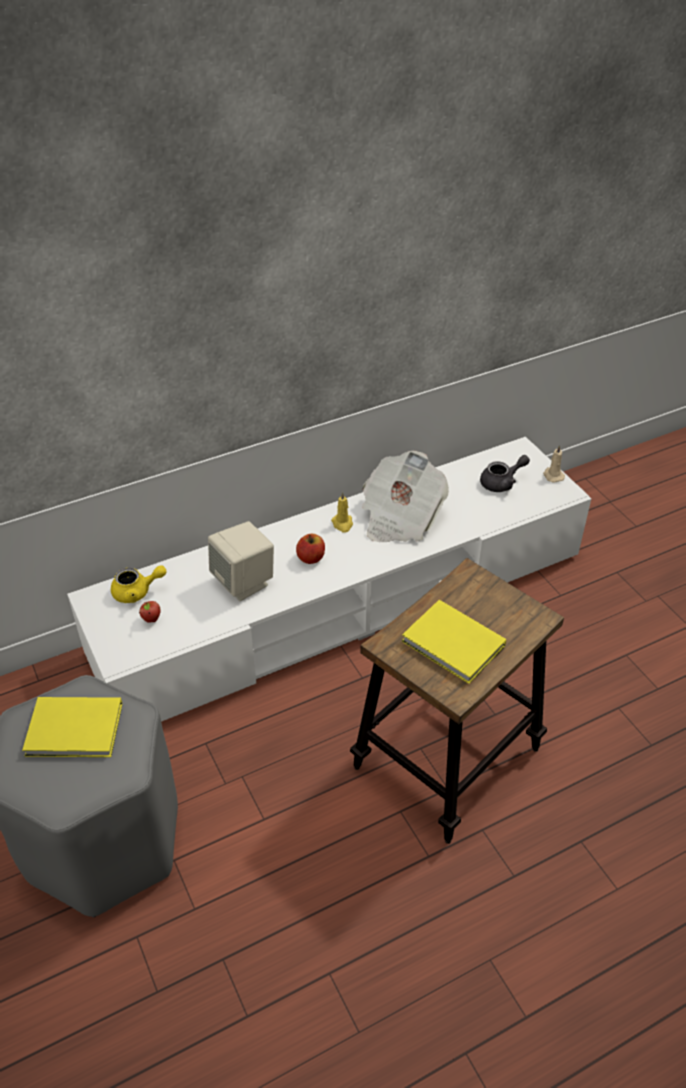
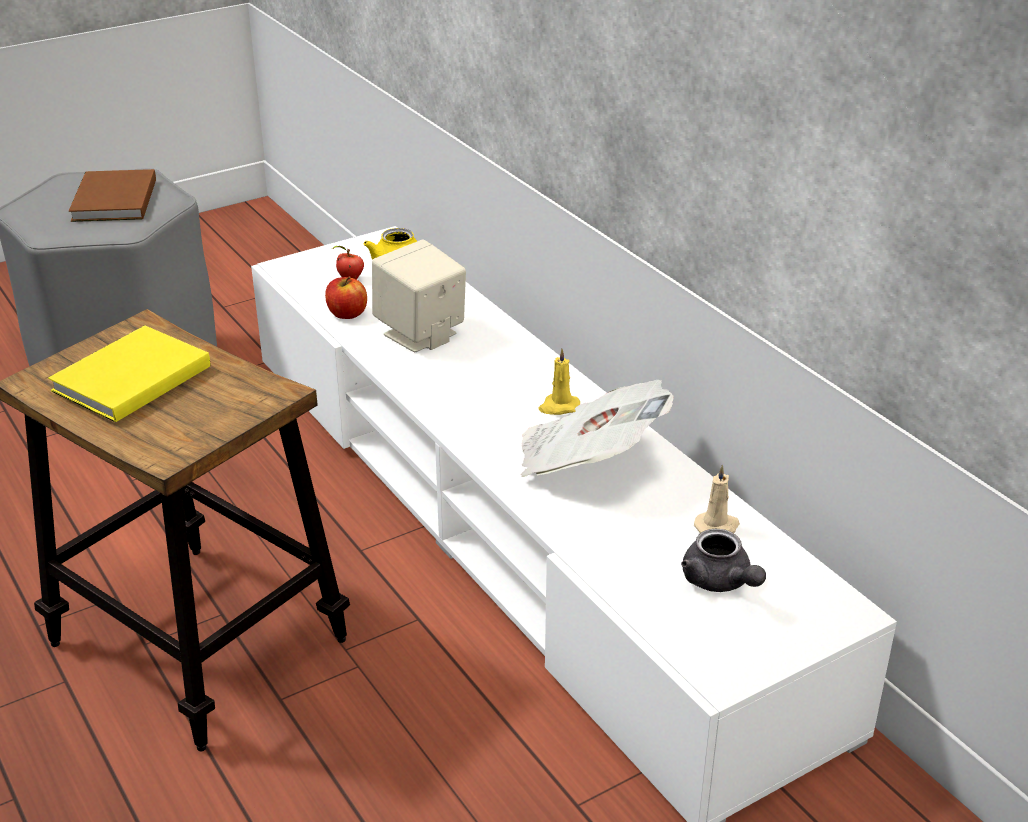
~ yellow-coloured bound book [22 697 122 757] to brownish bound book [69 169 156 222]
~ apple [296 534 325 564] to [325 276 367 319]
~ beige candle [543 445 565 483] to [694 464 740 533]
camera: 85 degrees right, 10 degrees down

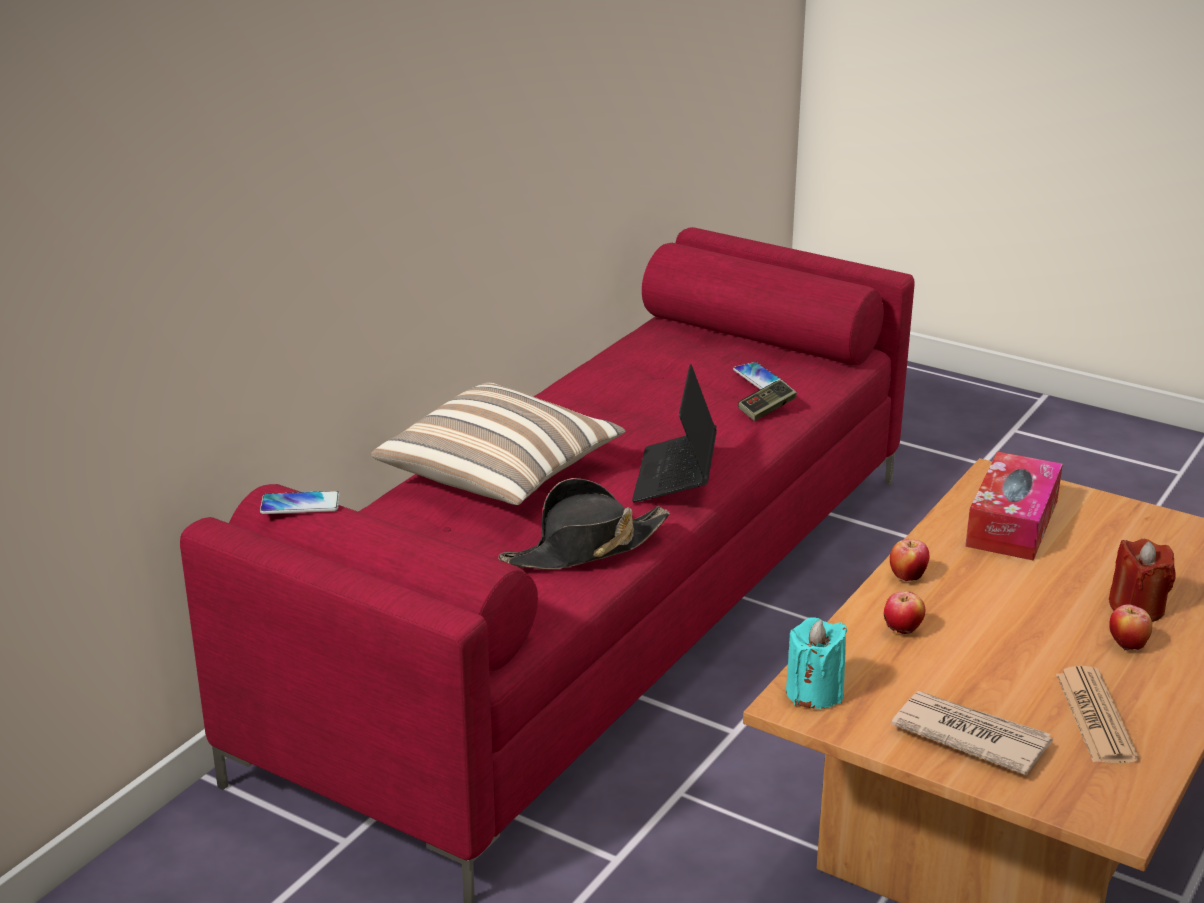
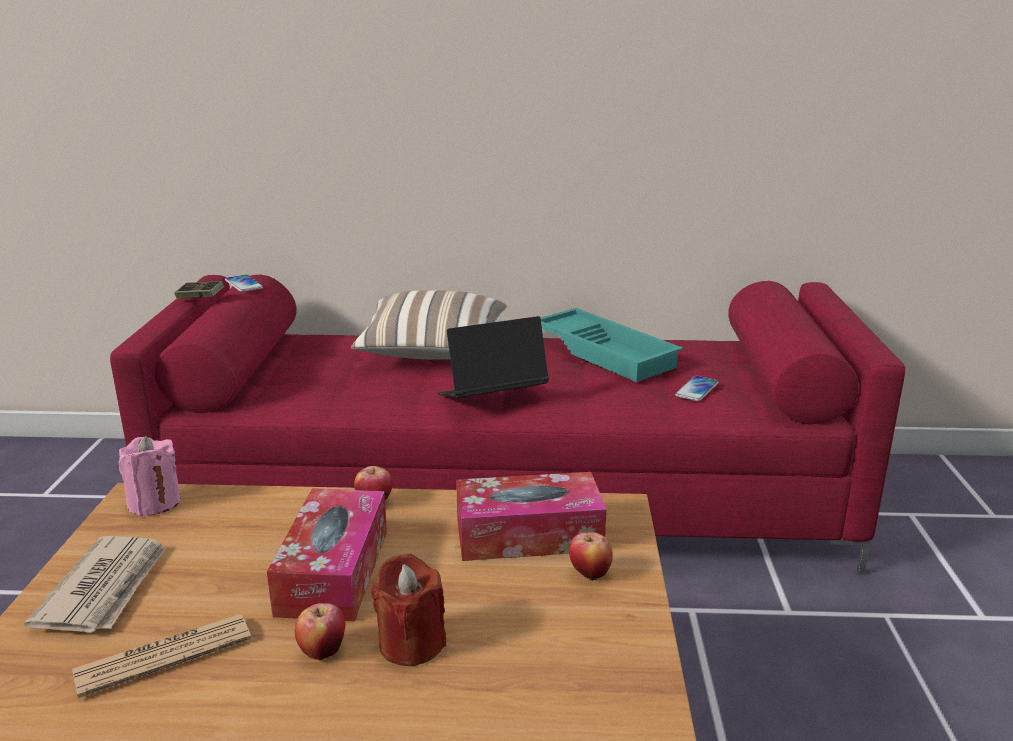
- black clothing hat [498 478 670 569]
~ joypad [738 380 797 421] to [174 281 224 298]
~ turquoise-coloured candle [786 617 847 709] to pinkish candle [119 436 181 516]
~ apple [884 591 925 634] to [569 532 613 580]
+ tissue holder [267 488 387 621]
+ turquoise-coloured carrying tray [540 308 683 382]
camera: 60 degrees right, 5 degrees down

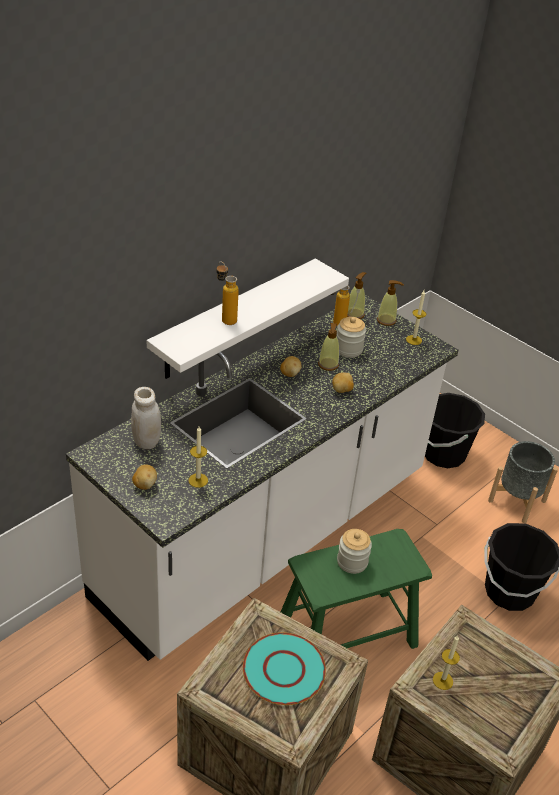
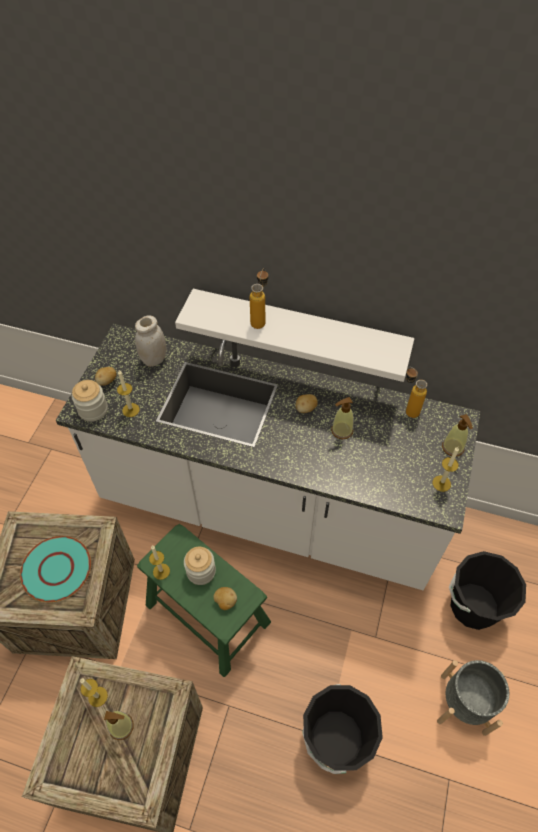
~ potato [332 372 354 393] to [214 587 237 610]
~ jar [337 317 366 358] to [72 380 108 422]
~ soap bottle [347 272 366 319] to [104 711 134 740]
+ candle [149 546 170 580]
camera: 65 degrees right, 15 degrees up

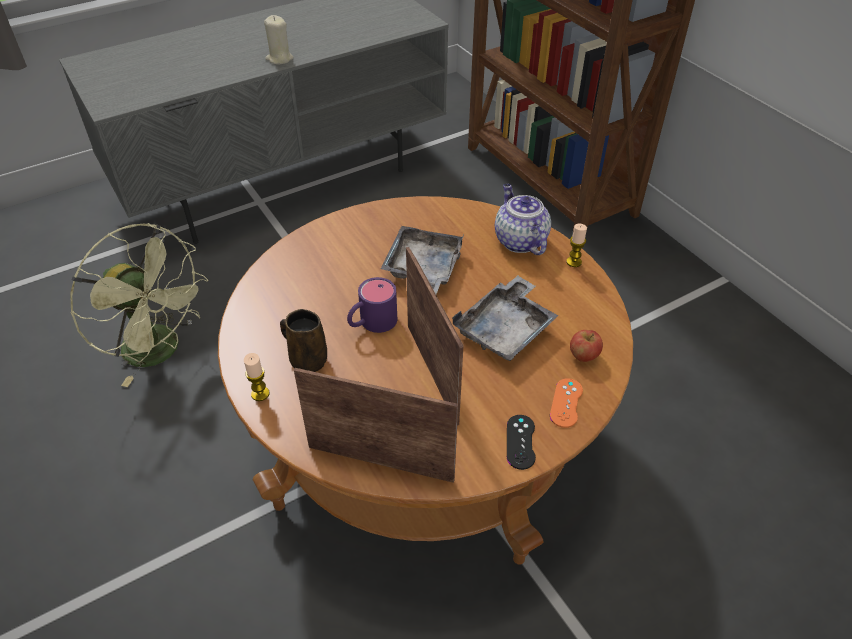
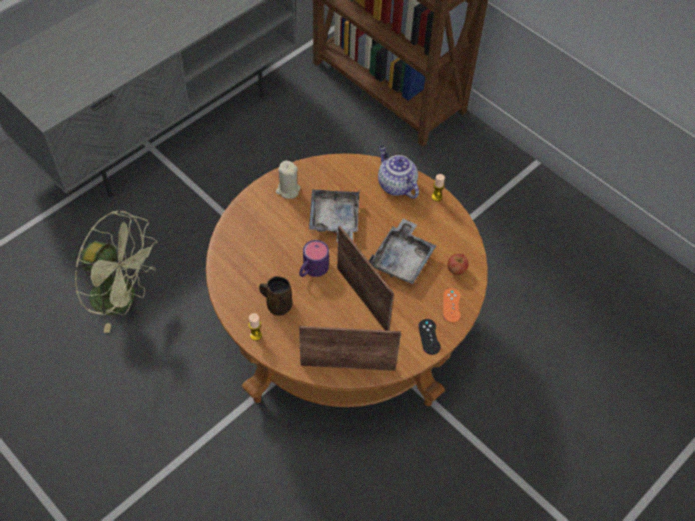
~ beige candle [264 15 294 64] to [276 160 301 199]
camera: 15 degrees left, 10 degrees up

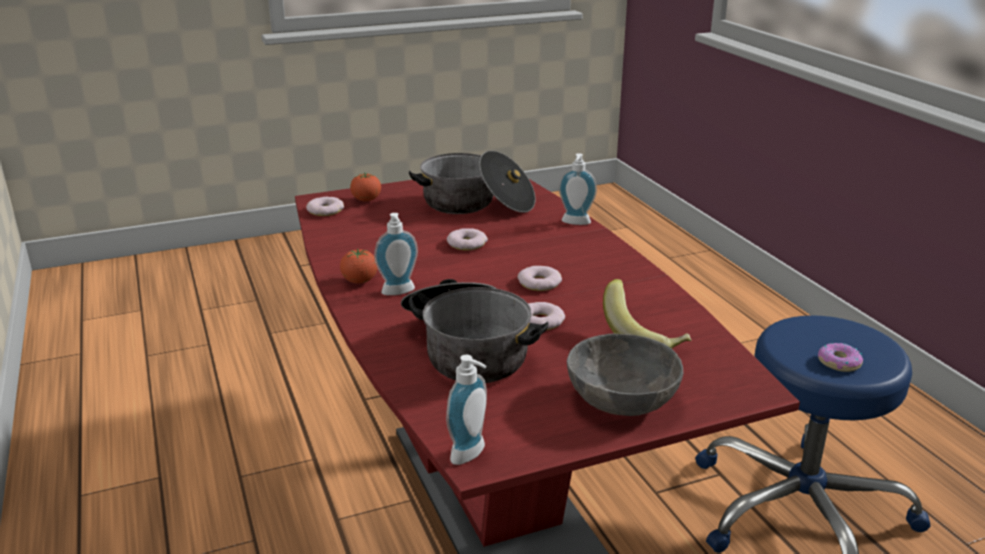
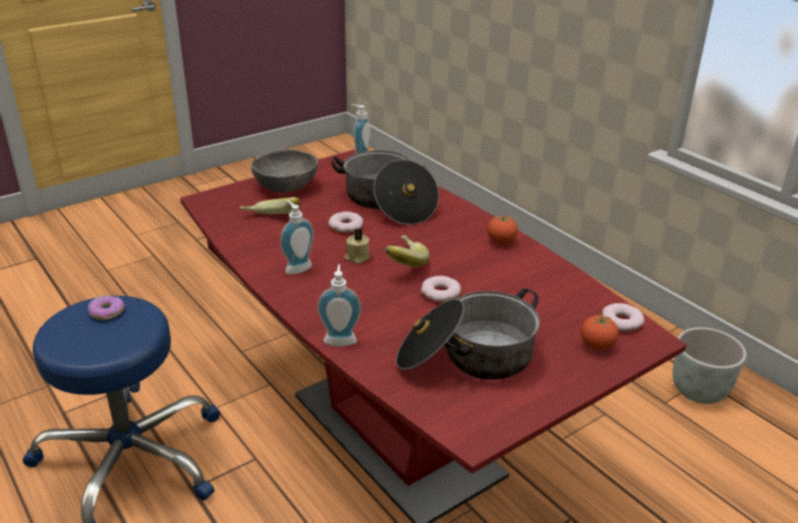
~ soap bottle [374 213 418 295] to [280 201 314 275]
~ donut [518 266 562 291] to beige candle [344 229 370 264]
+ whole banana [385 235 430 267]
+ gray planter [673 327 746 404]
camera: 165 degrees right, 5 degrees up

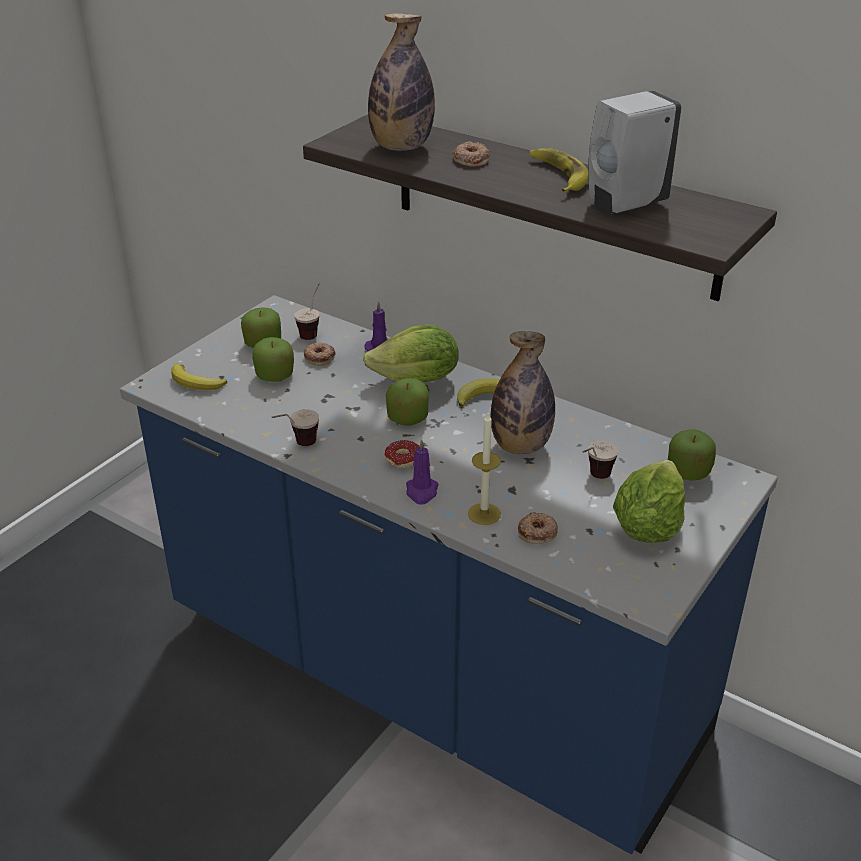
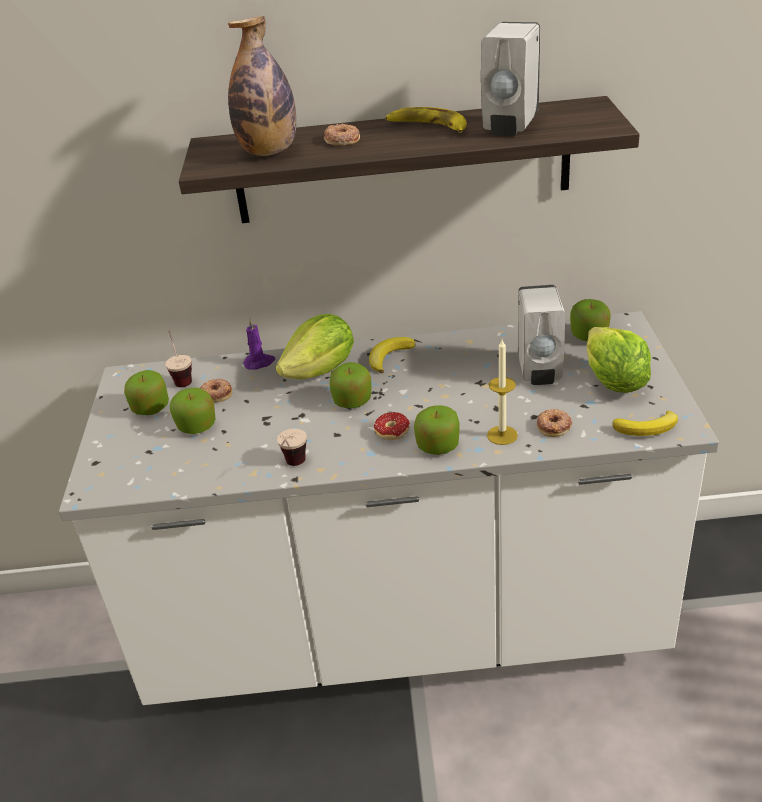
~ blue kitchen base unit [120 295 778 854] to white kitchen base unit [59 311 719 705]
~ whole banana [171 364 227 390] to [613 411 678 436]
~ purple candle [406 439 439 505] to apple [414 405 459 455]
- drink bottle [491 331 555 454]
~ small cup [583 440 619 479] to white soap bottle [518 285 565 385]
camera: 35 degrees left, 0 degrees up

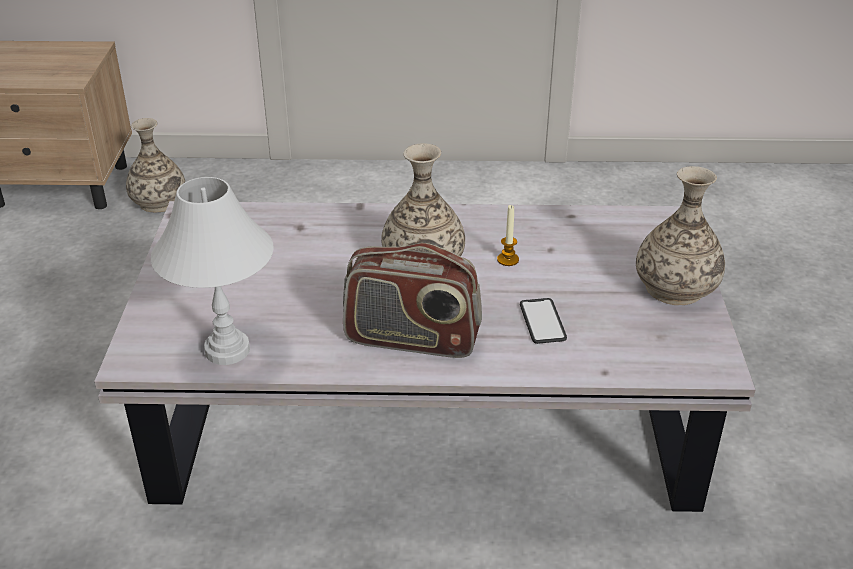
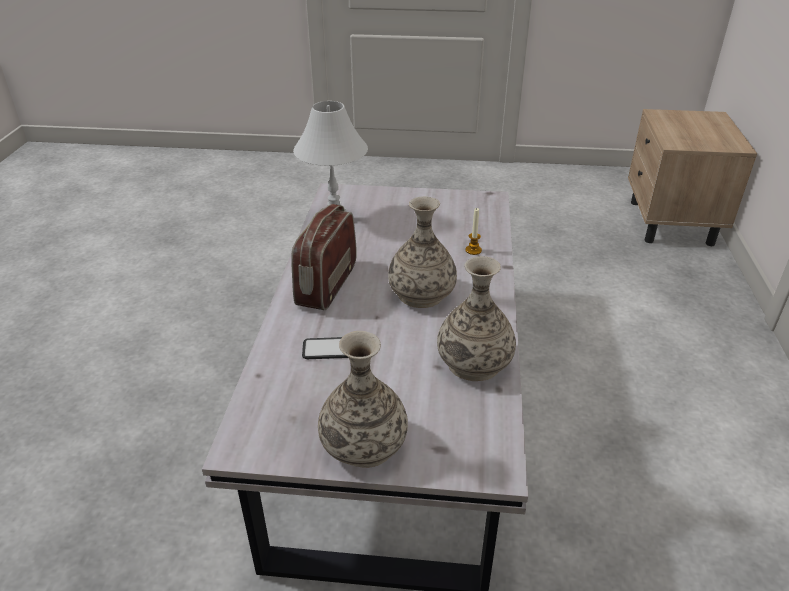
~ decorative vase [126 118 185 212] to [437 256 516 381]
~ candle [497 205 519 266] to [465 208 482 255]
camera: 95 degrees right, 0 degrees up

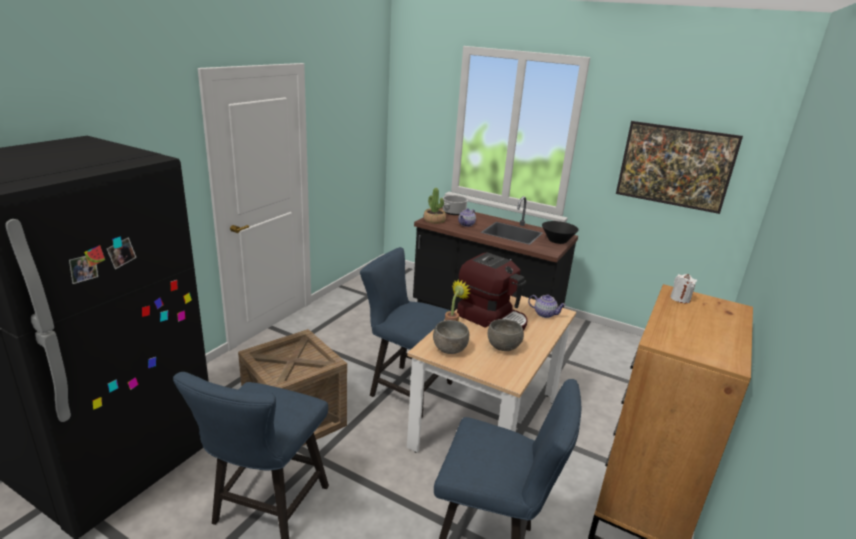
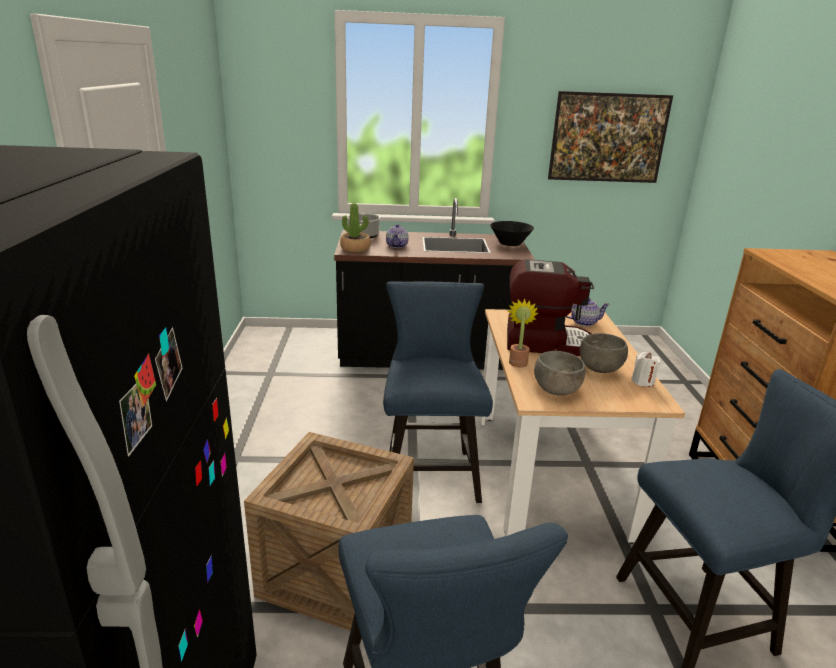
~ blue upright chair [360 247 452 419] = [383 281 493 503] 90 degrees clockwise
~ white candle [670 274 697 303] to [632 352 661 387]
camera: 30 degrees left, 0 degrees up

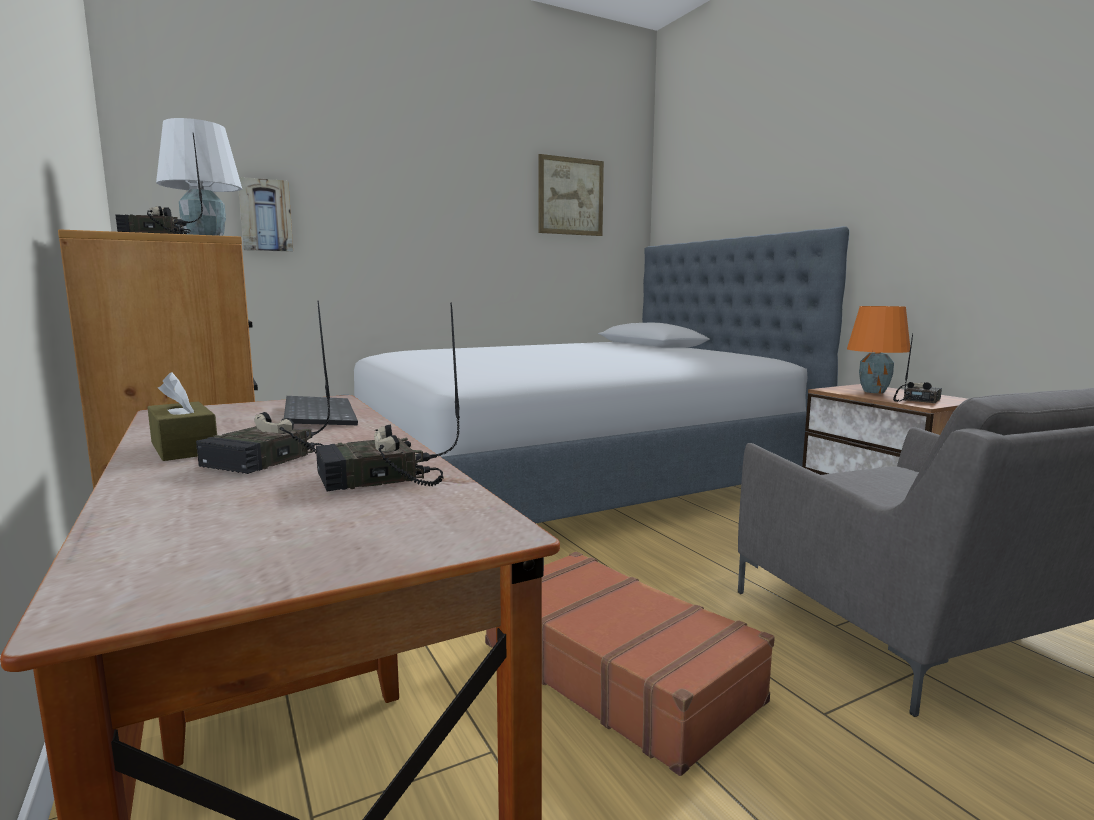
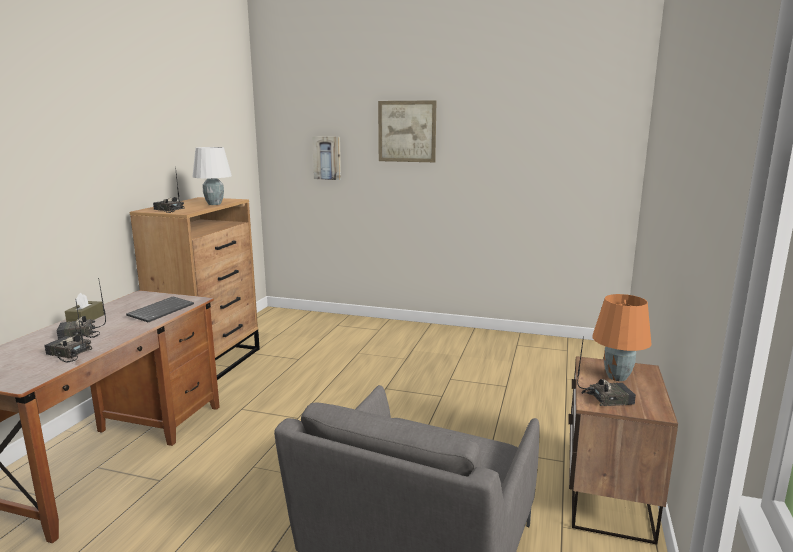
- bedroom bed [339 226 850 523]
- brownish suitcase [485 552 775 776]
~ wall picture [538 154 604 236] to [378 100 436 162]
camera: 45 degrees right, 5 degrees up

